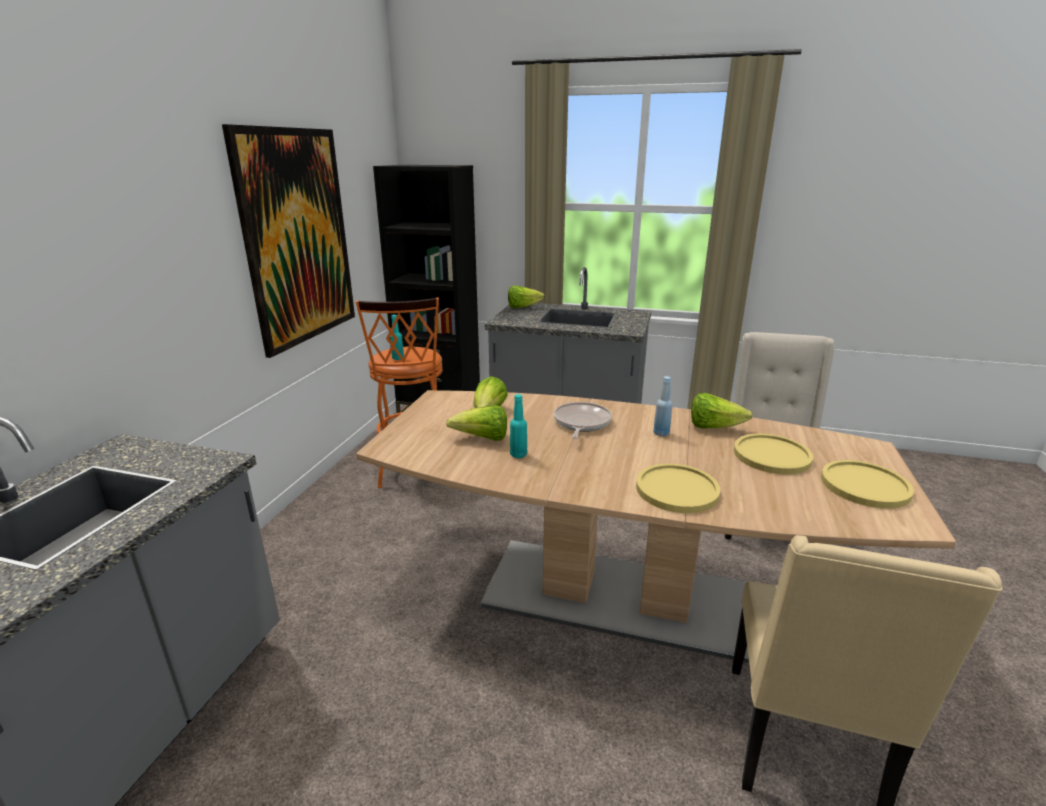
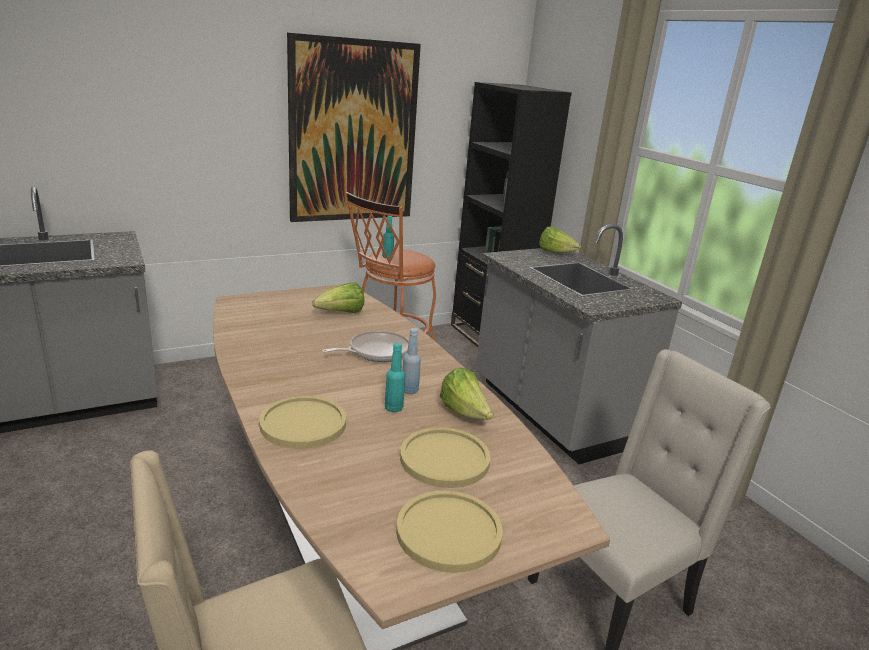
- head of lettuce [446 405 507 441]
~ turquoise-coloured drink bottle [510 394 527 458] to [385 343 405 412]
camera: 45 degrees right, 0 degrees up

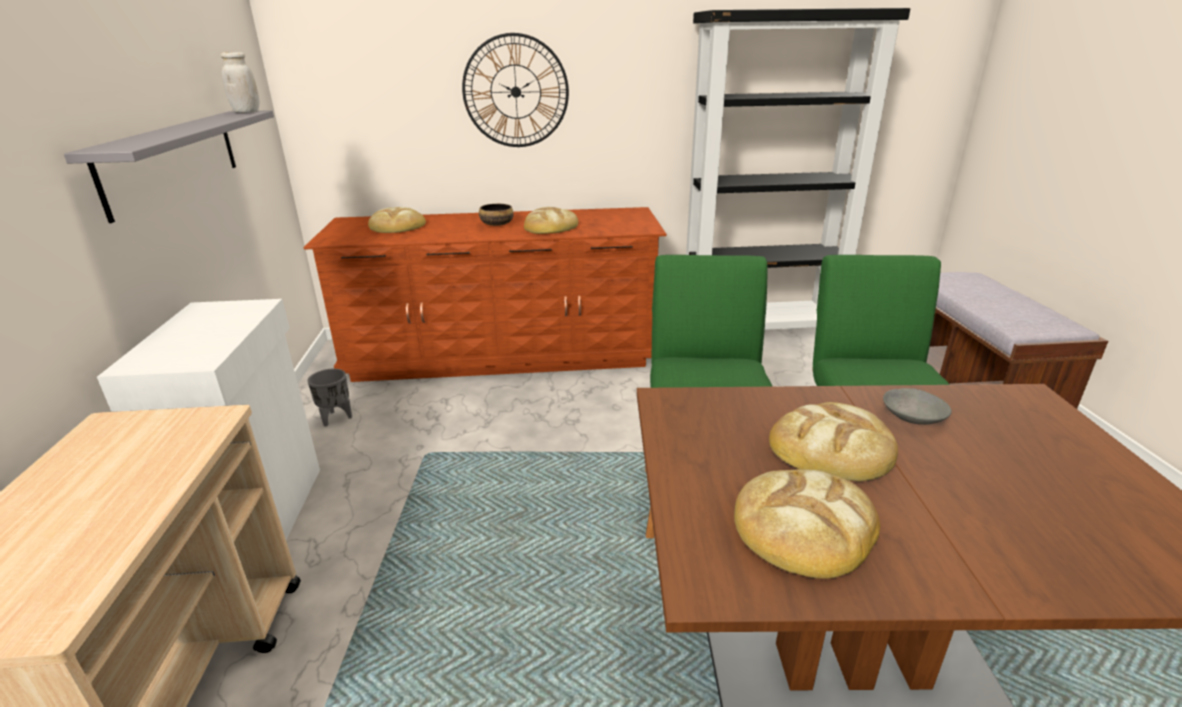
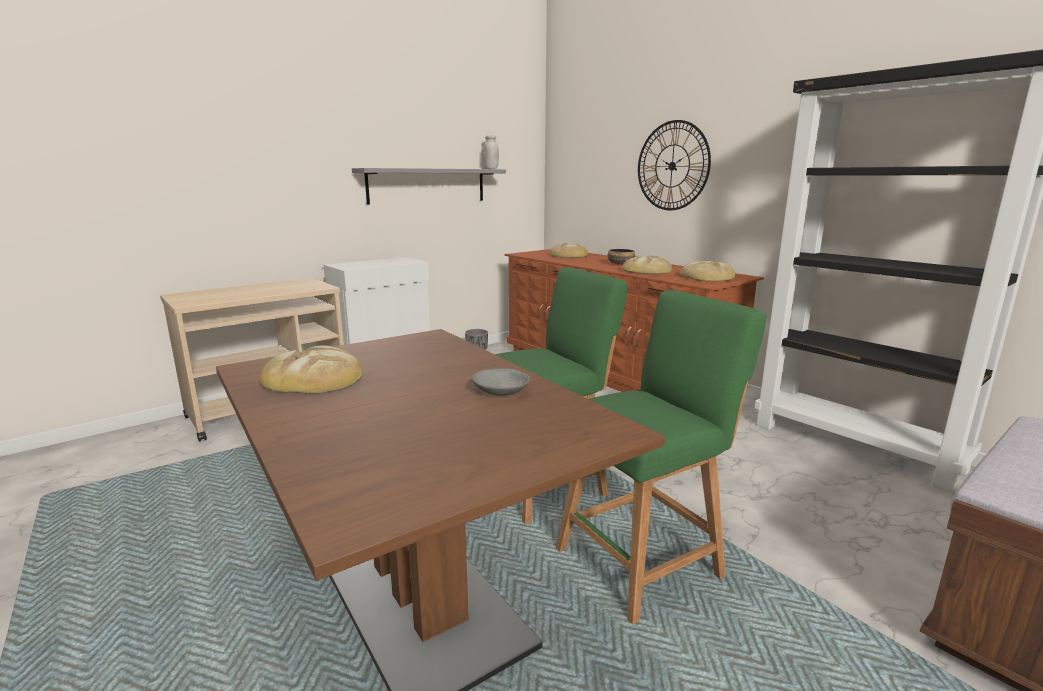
~ baked bread [769 402 898 481] to [680 261 735 281]
camera: 55 degrees right, 10 degrees down

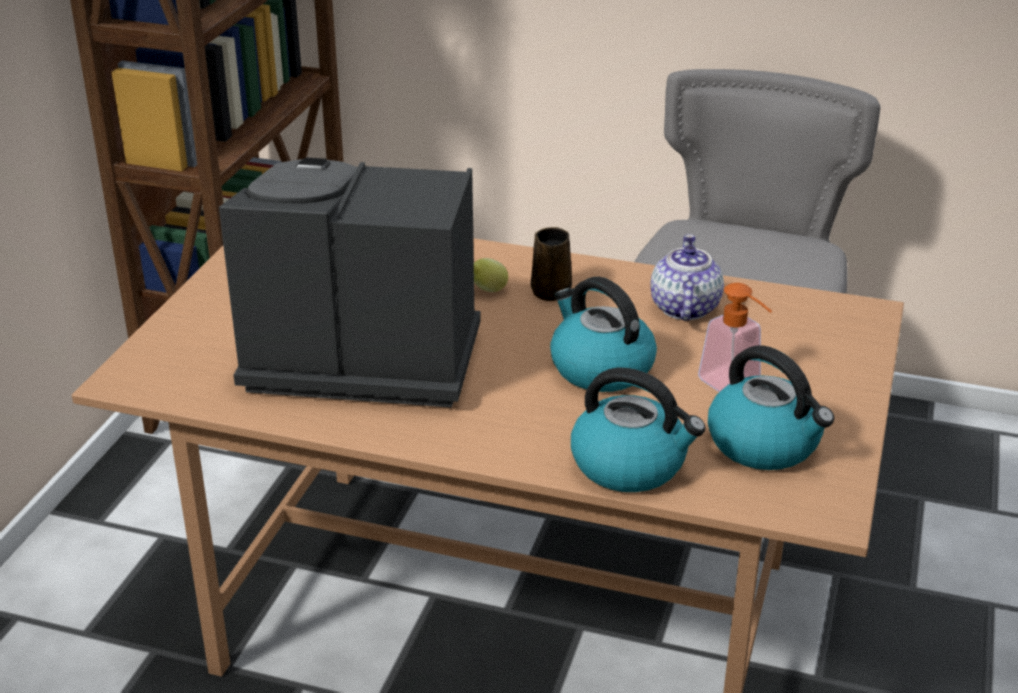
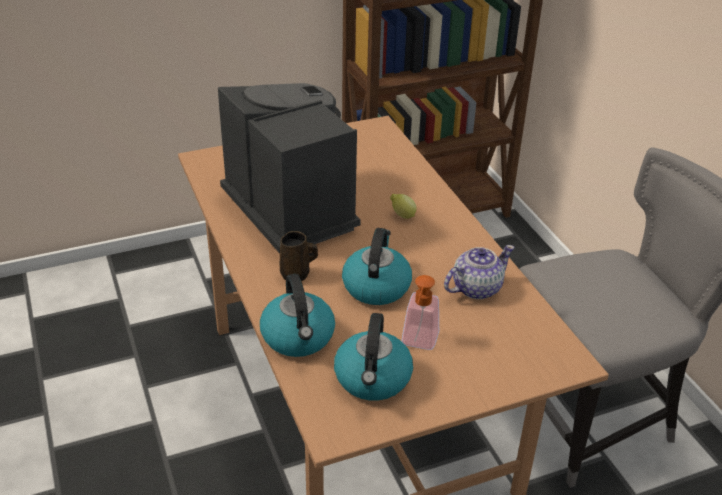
~ brownish mug [531 227 572 301] to [279 231 318 281]
camera: 50 degrees right, 5 degrees up

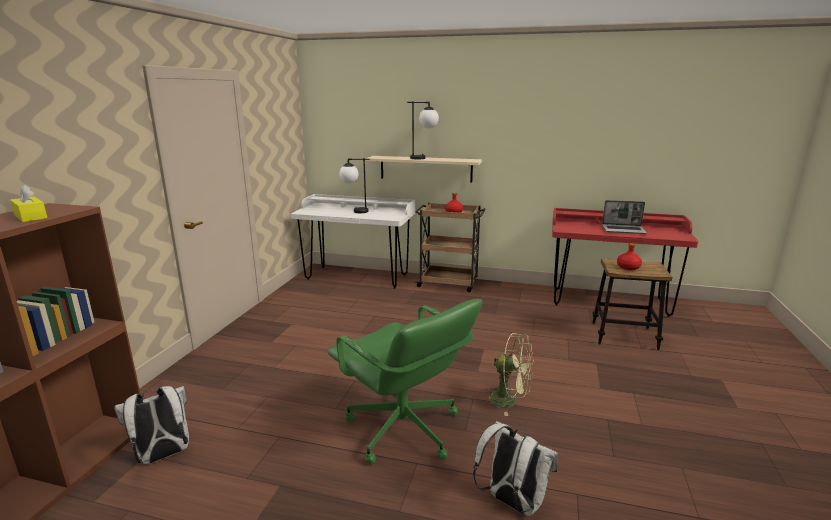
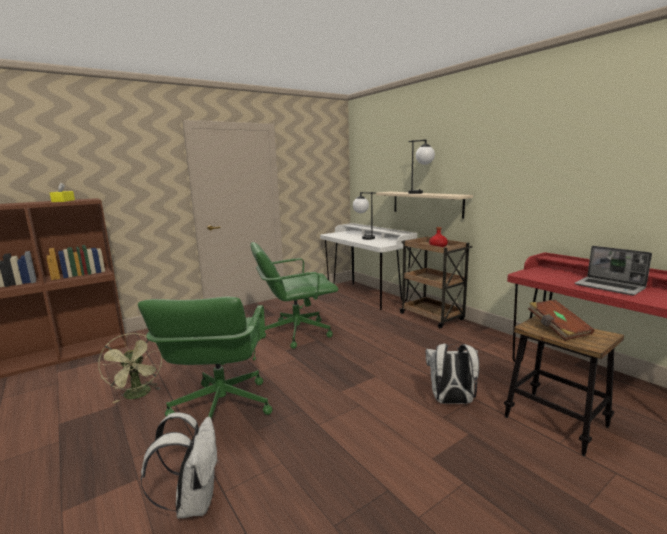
~ white knapsack [114 386 189 464] to [426 344 479 404]
~ green electric fan [485 333 534 416] to [98 333 162 403]
~ red drink bottle [617 243 642 270] to brownish bound book [528 299 594 341]
+ green desk chair [250 242 338 349]
camera: 40 degrees right, 5 degrees down

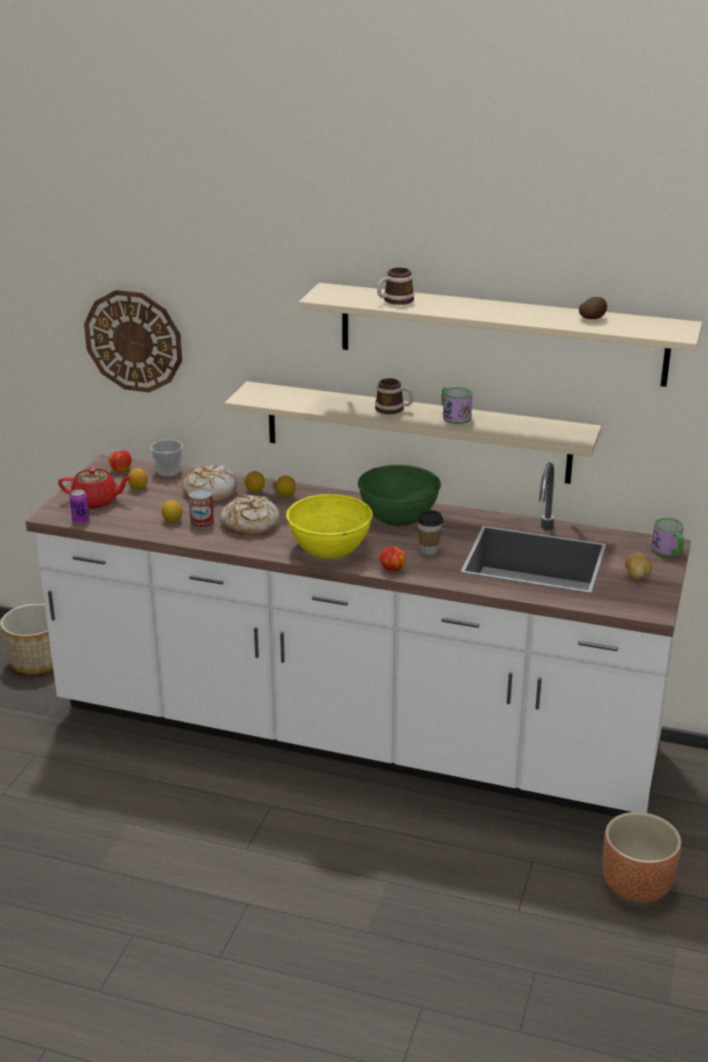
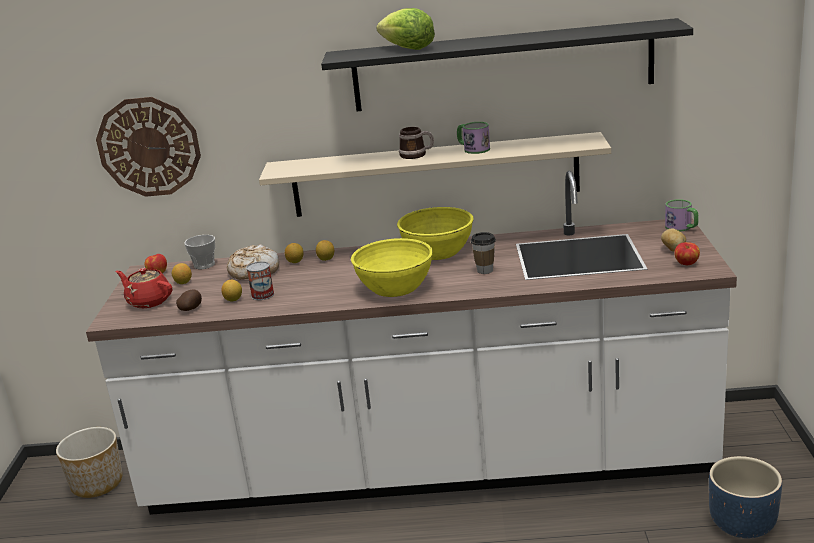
~ red tea pot [58 468 132 509] = [116 268 172 308] 135 degrees counterclockwise
- sealed can [70 489 90 524]
- baked bread [220 494 280 535]
~ beige wall shelf [299 283 702 387] to black wall shelf [321 18 693 111]
~ green deep dish [358 465 441 526] to yellow-coloured deep dish [397 207 474 260]
~ mug [377 267 415 305] to head of lettuce [376 8 435 50]
~ apple [380 546 406 572] to [674 242 700 265]
~ potato [579 297 607 319] to [176 289 202 311]
~ brownish planter [602 812 681 903] to blue planter [709 456 782 538]
camera: 15 degrees left, 5 degrees down

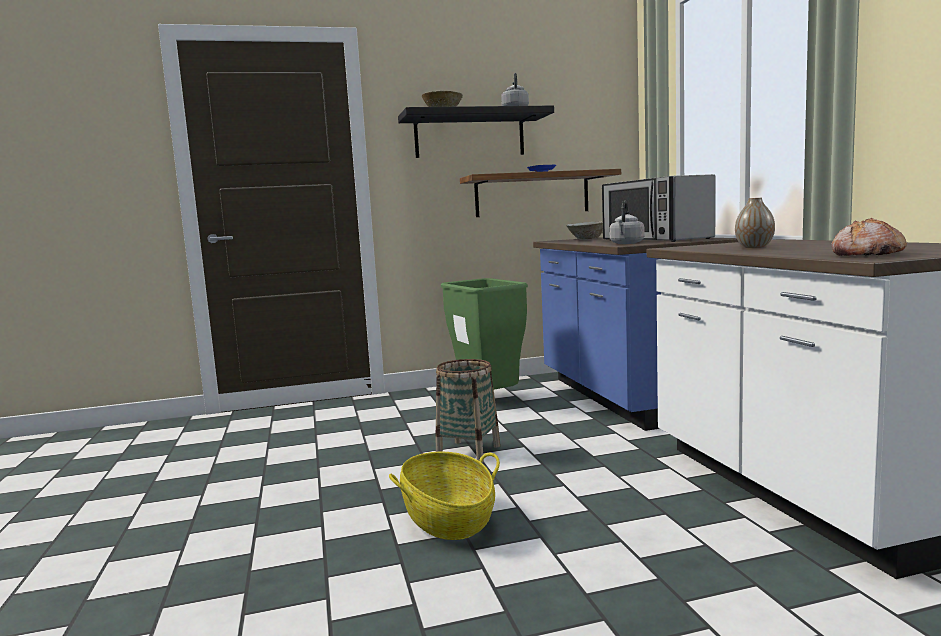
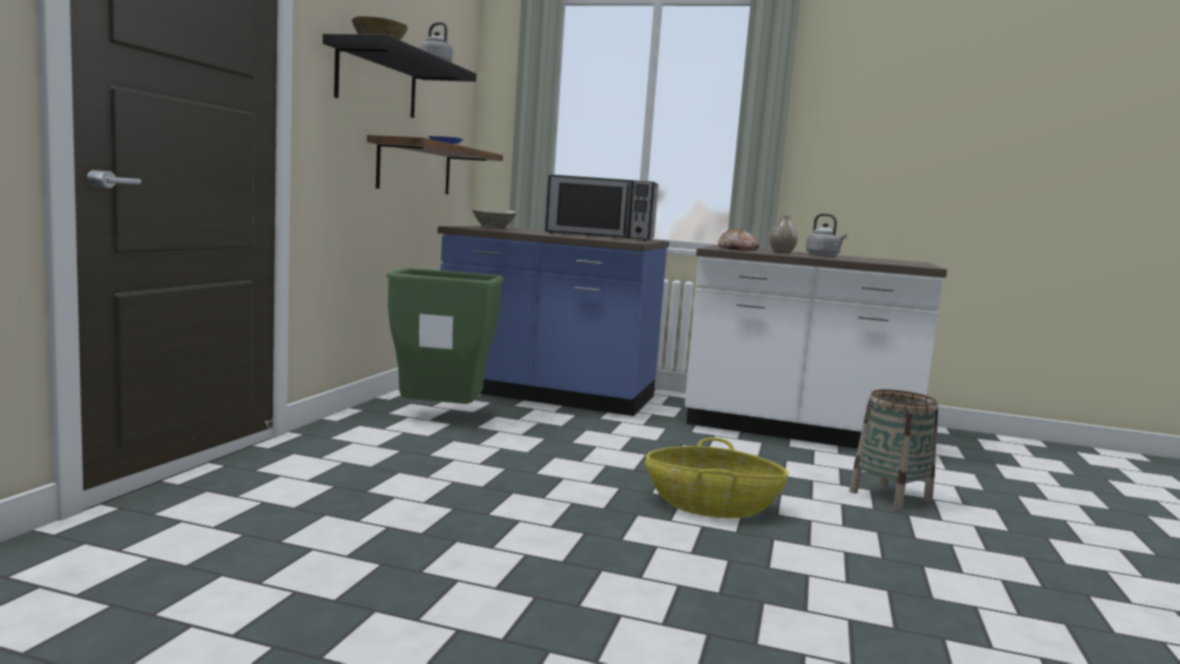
~ storage basket [436 359 500 463] to [849 389 938 511]
~ gray water kettle [609 201 644 244] to [806 213 847 257]
~ baked bread [832 218 907 256] to [718 229 759 251]
camera: 60 degrees left, 0 degrees up

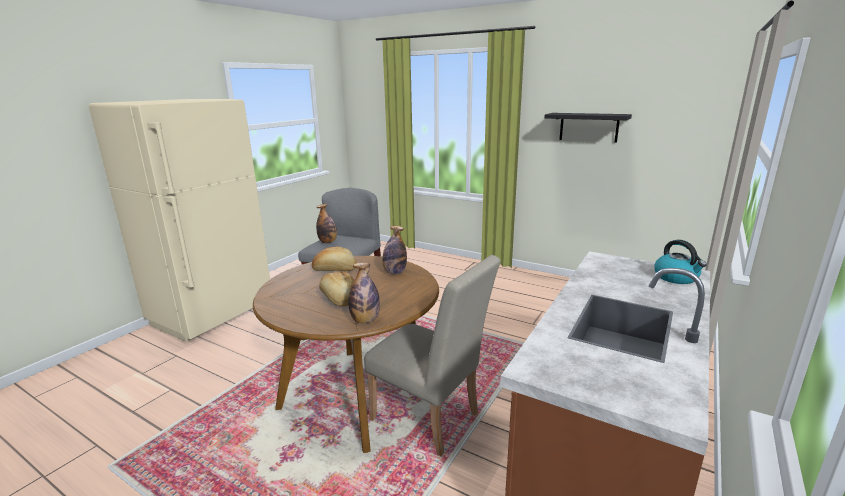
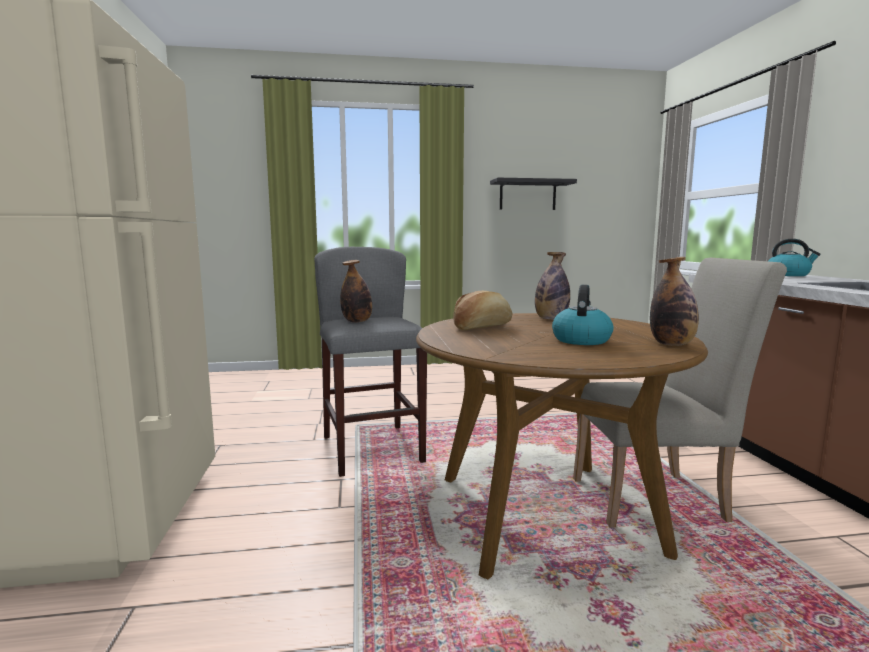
~ baked bread [319 271 354 307] to water kettle [552 285 613 345]
camera: 40 degrees left, 10 degrees down

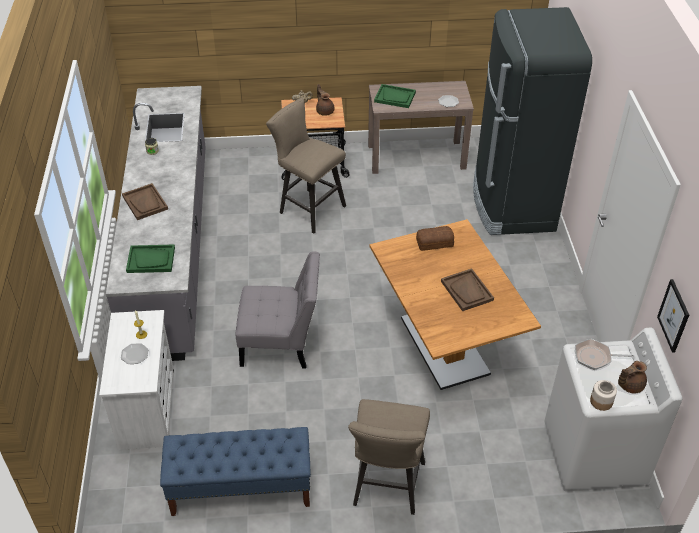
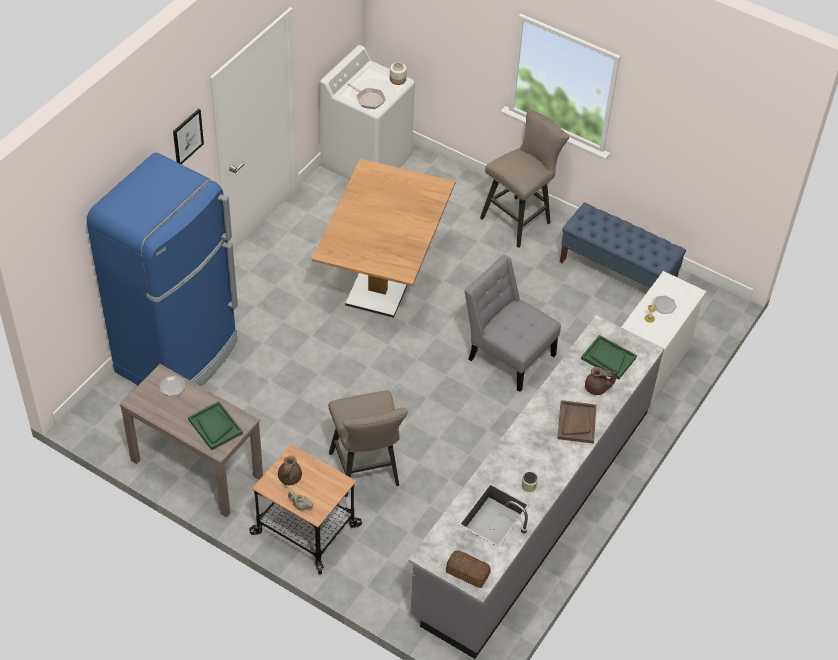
~ baked bread [416 226 454 251] to [446 550 491 588]
- brownish carrying tray [441 268 494 311]
~ black kitchen fridge [473 7 592 235] to blue kitchen fridge [87 153 238 386]
~ brownish tea pot [618 361 647 393] to [585 367 618 395]
~ wall picture [657 279 689 353] to [173 109 204 164]
camera: 145 degrees left, 5 degrees up

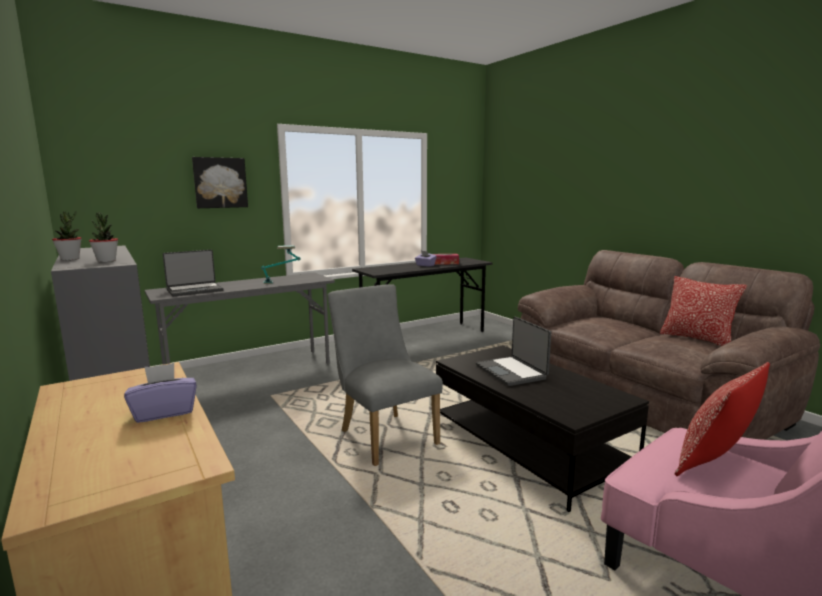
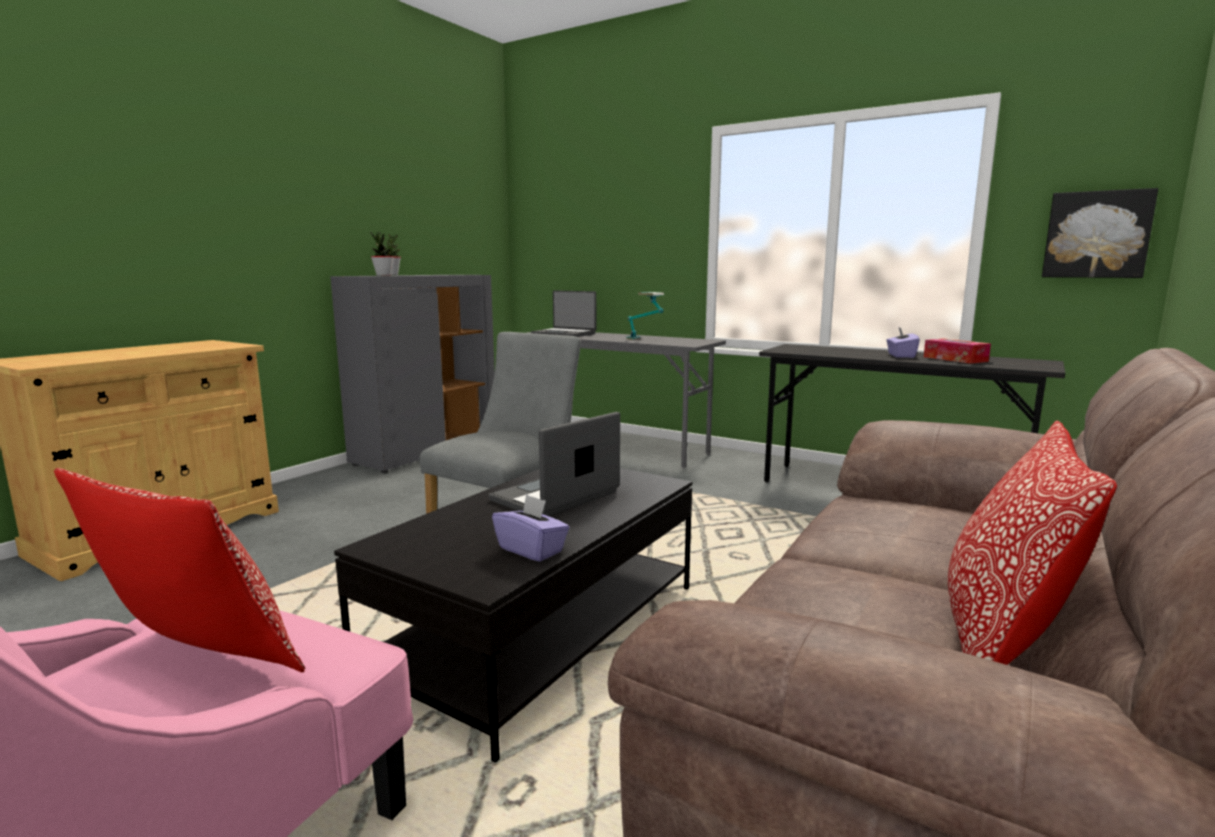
~ purple tissue holder [124 363 197 423] to [492 494 570 562]
~ wall picture [192 157 248 208] to [1042 188 1158 278]
camera: 65 degrees right, 0 degrees up

